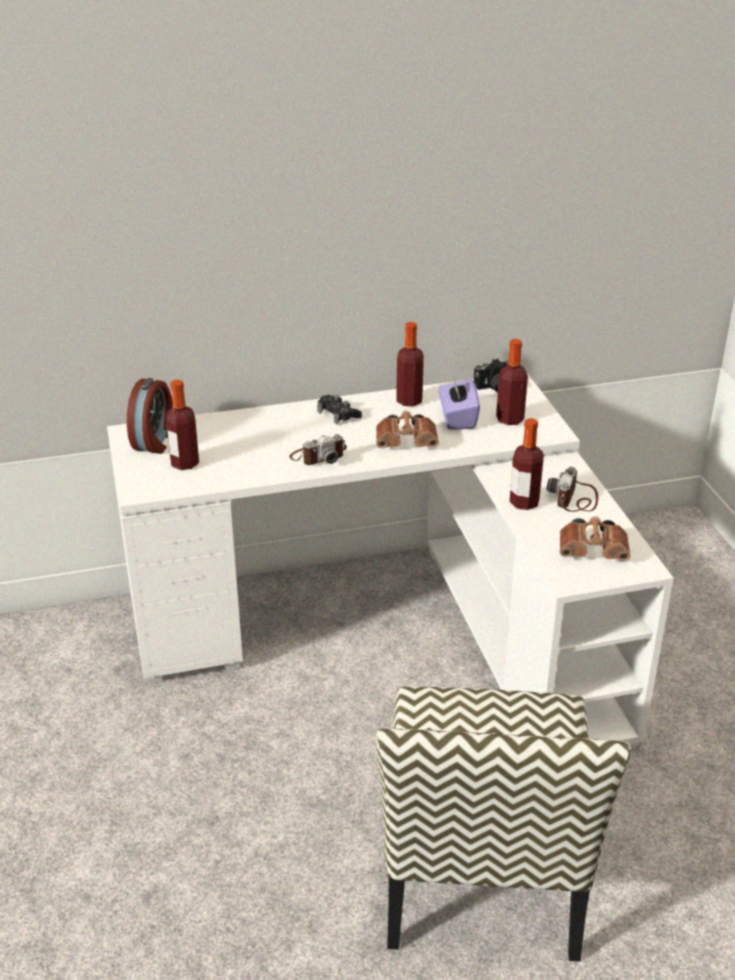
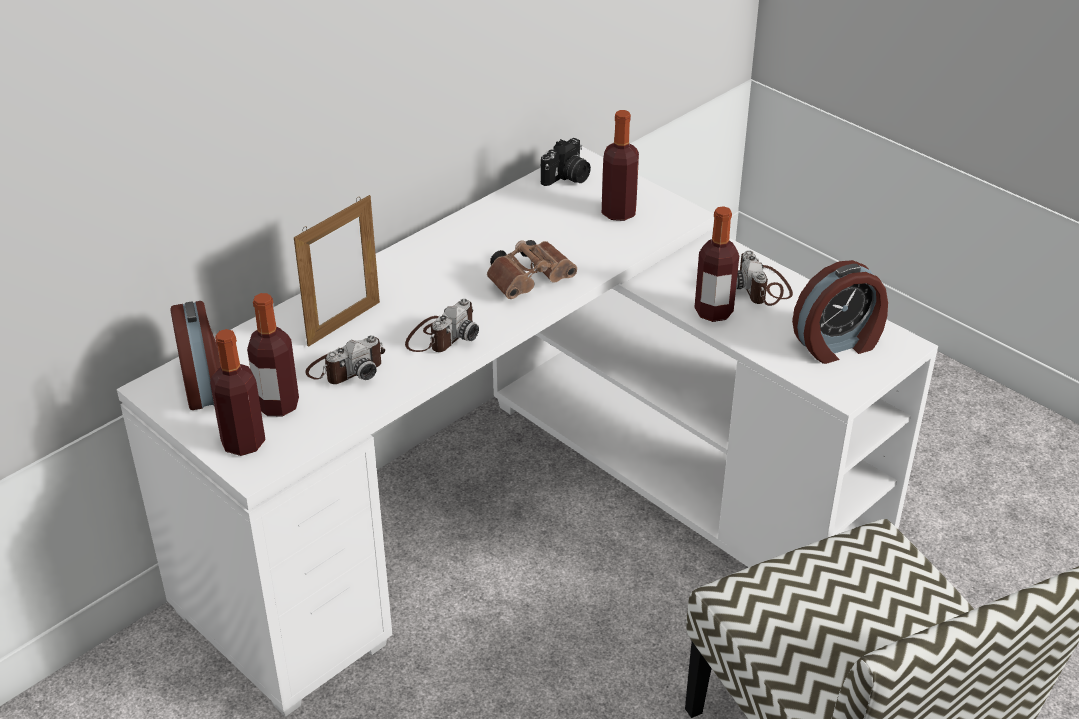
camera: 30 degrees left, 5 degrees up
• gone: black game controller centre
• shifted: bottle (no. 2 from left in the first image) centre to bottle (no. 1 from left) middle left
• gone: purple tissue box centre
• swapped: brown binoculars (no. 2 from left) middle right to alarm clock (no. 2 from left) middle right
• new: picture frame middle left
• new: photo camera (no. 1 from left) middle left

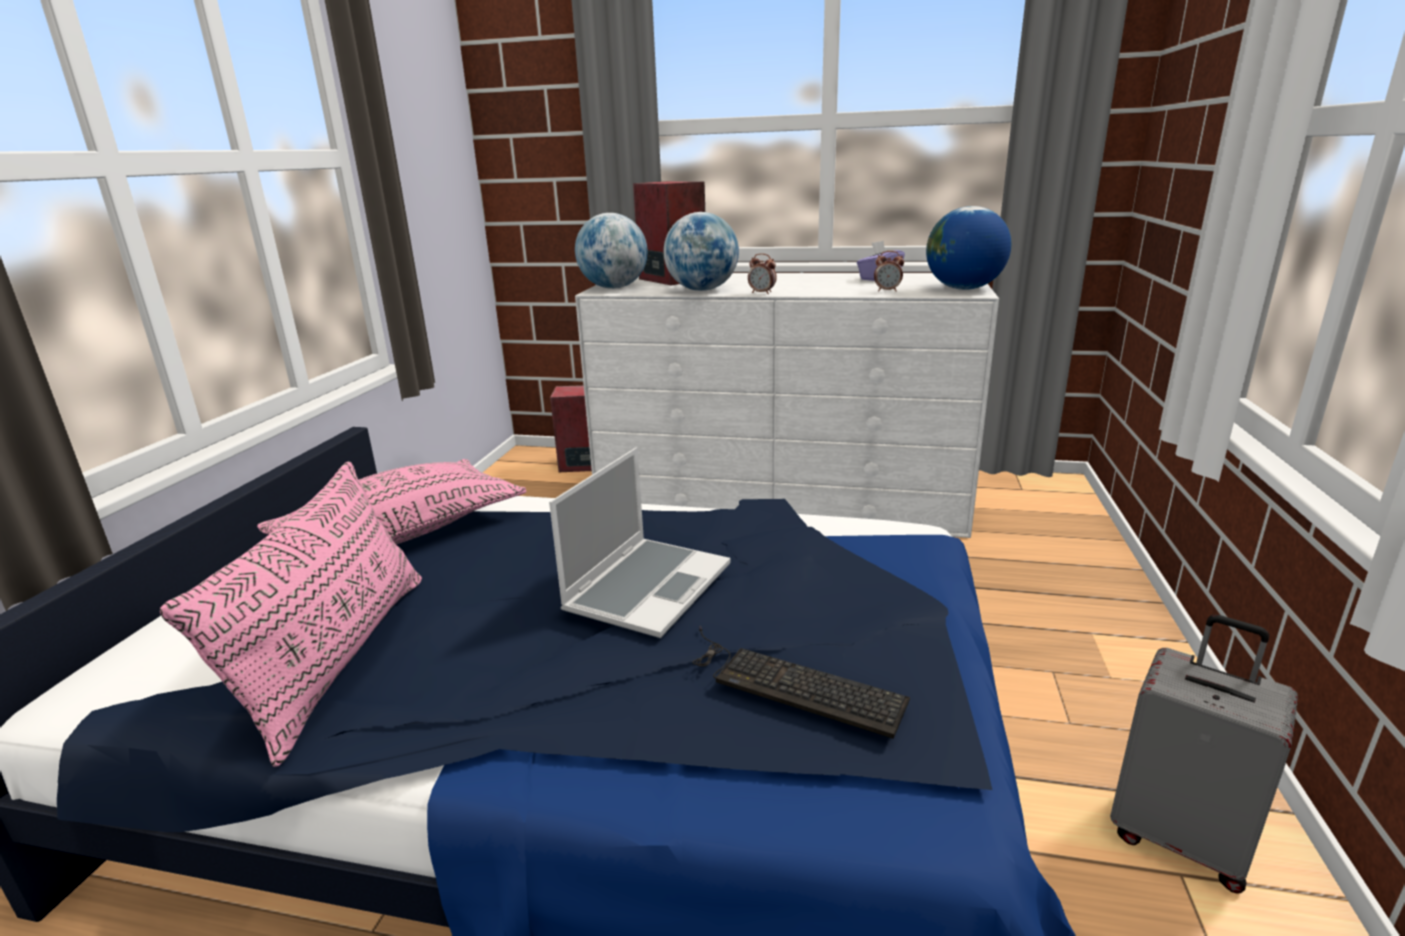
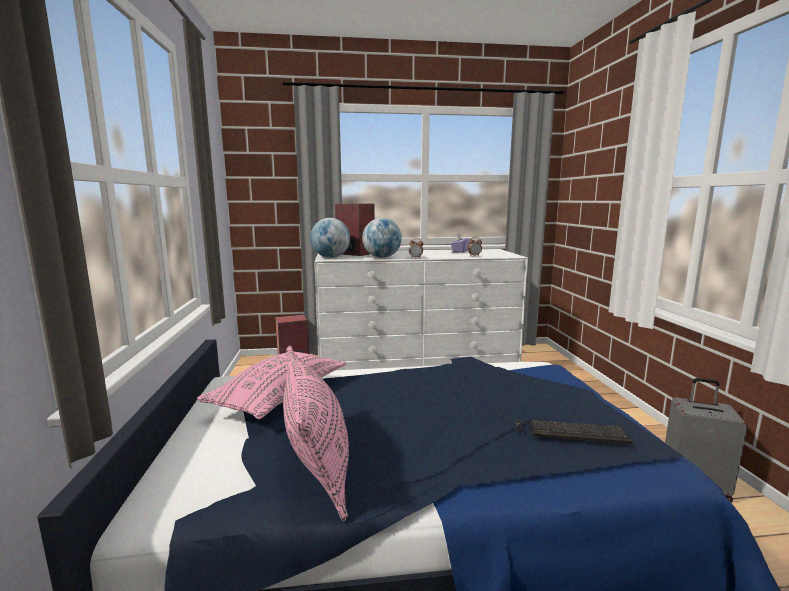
camera: 20 degrees left, 10 degrees down
• gone: laptop centre
• gone: globe (no. 3 from left) top right

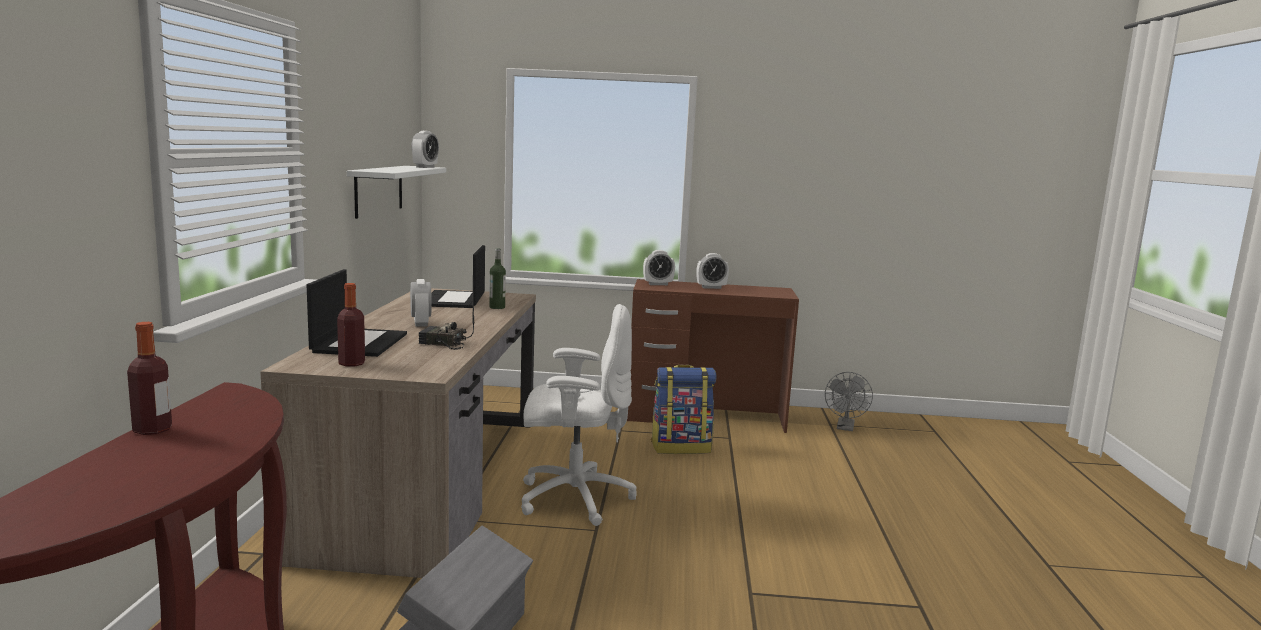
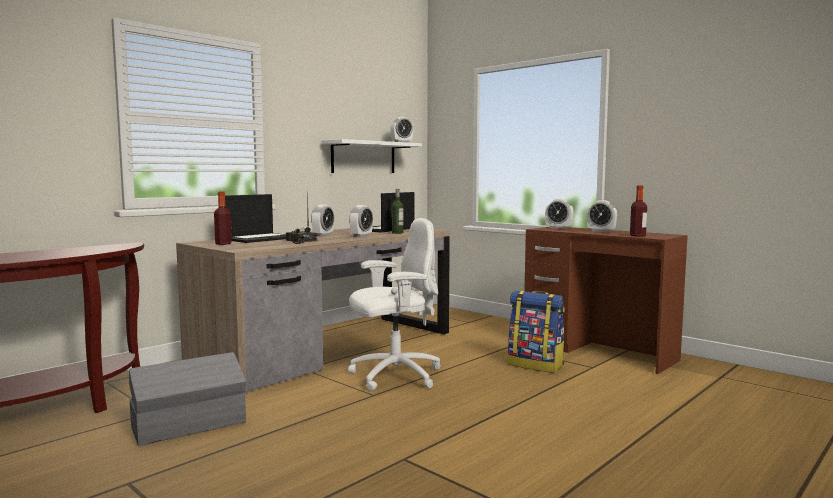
camera: 40 degrees right, 5 degrees down
• shifted: bottle (no. 1 from left in the first image) middle left to bottle (no. 3 from left) middle right
• rotated: white office chair centre = centre 60 degrees counterclockwise
• gone: grey fan middle right
• new: alarm clock (no. 2 from left) centre

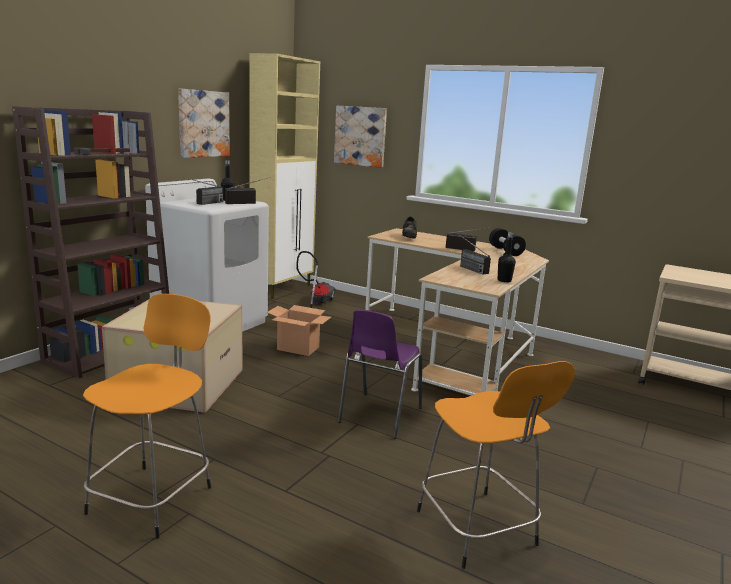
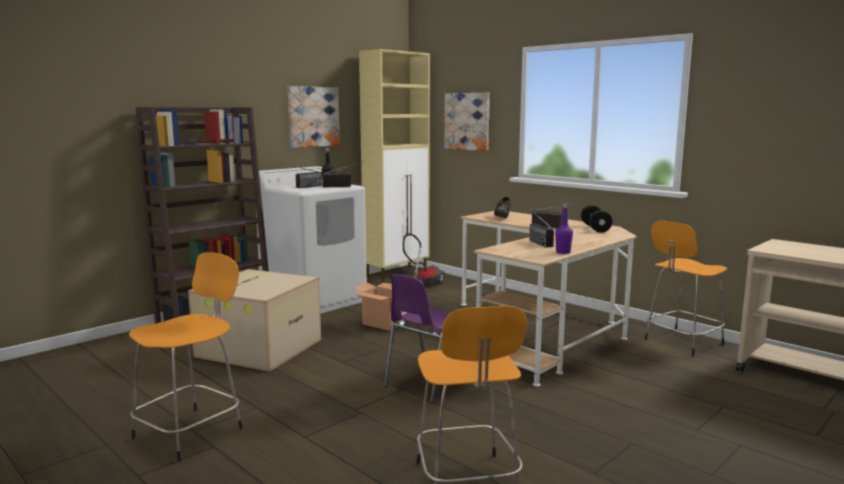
camera: 15 degrees right, 5 degrees down
• repainted: black bottle (no. 2 from left) middle right to purple bottle middle right
• new: orange stool (no. 3 from left) middle right

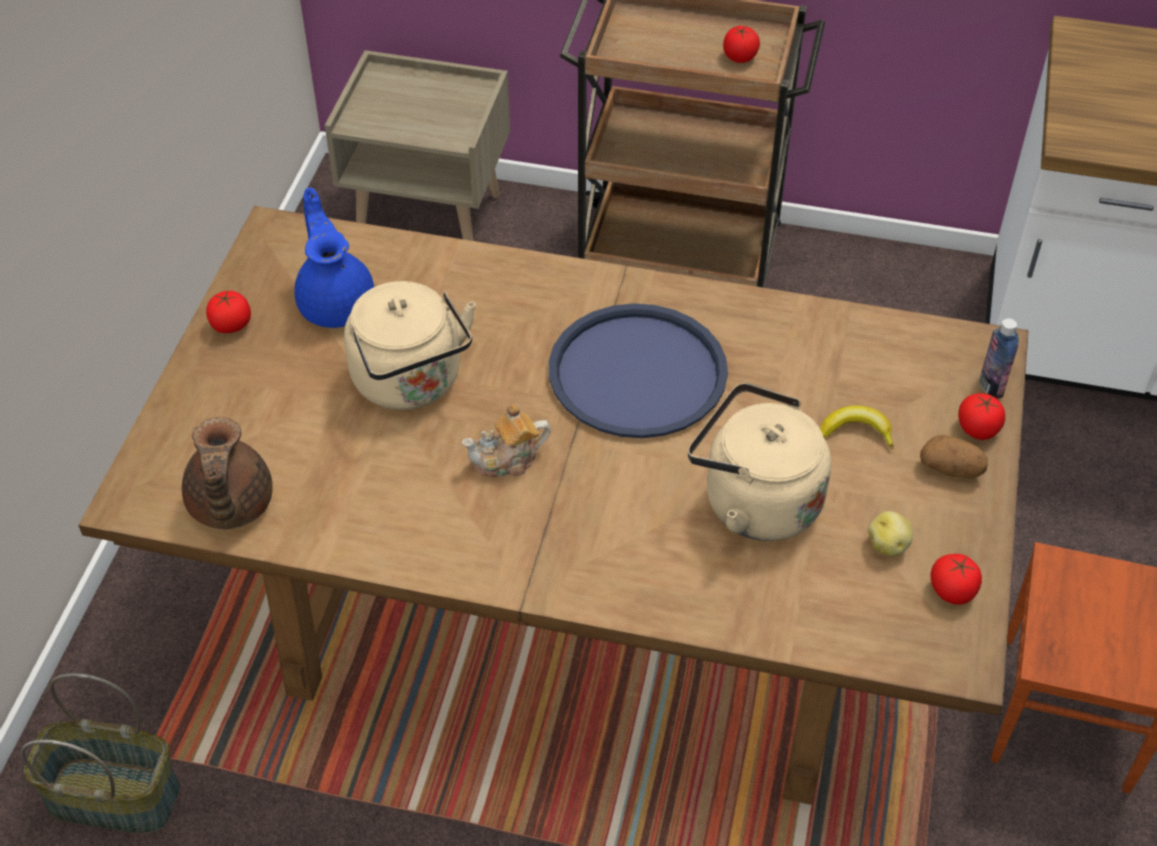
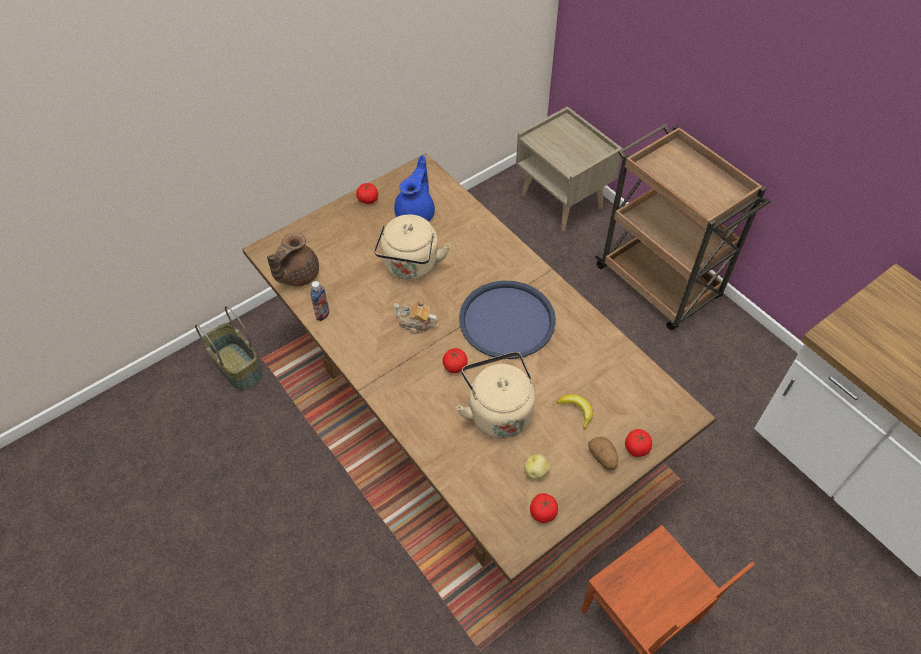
camera: 40 degrees right, 5 degrees up
• shifted: tomato (no. 2 from left) top centre to centre
• shifted: bottle middle right to centre

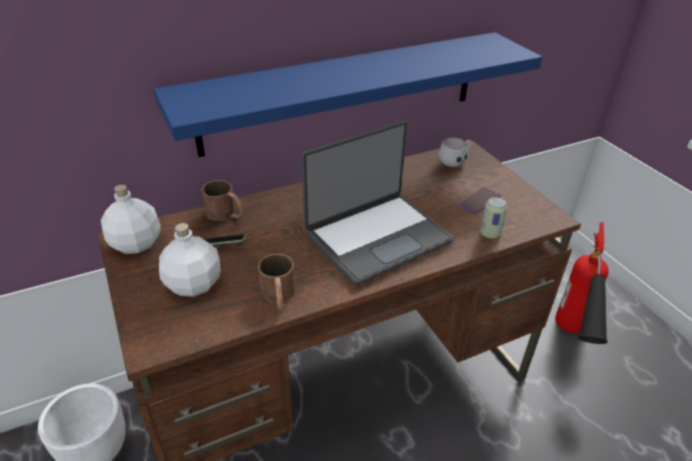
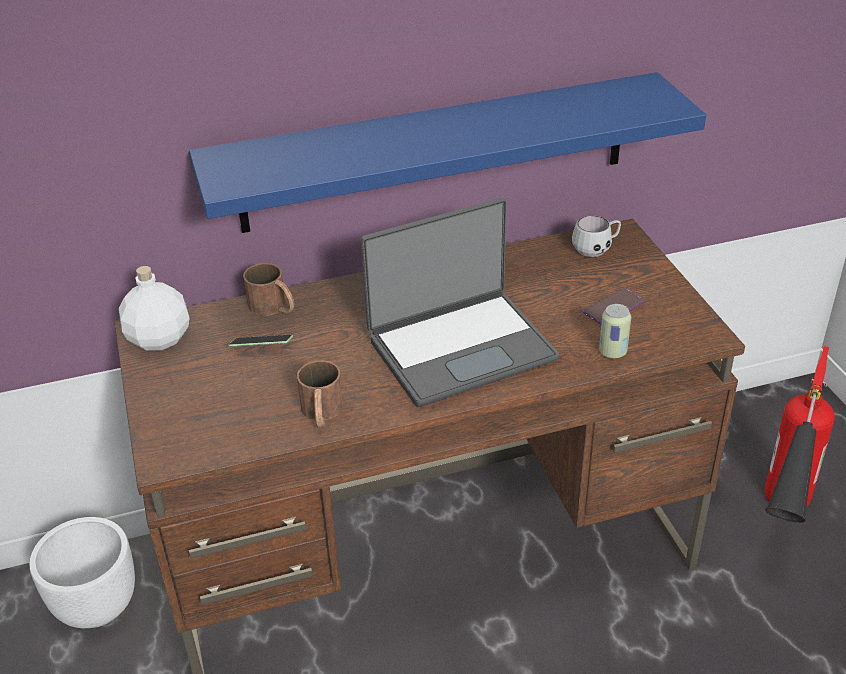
camera: 10 degrees right, 0 degrees up
• gone: white bottle (no. 2 from left) middle left

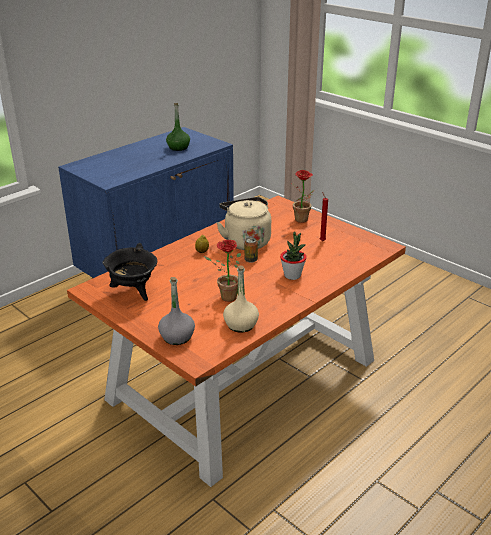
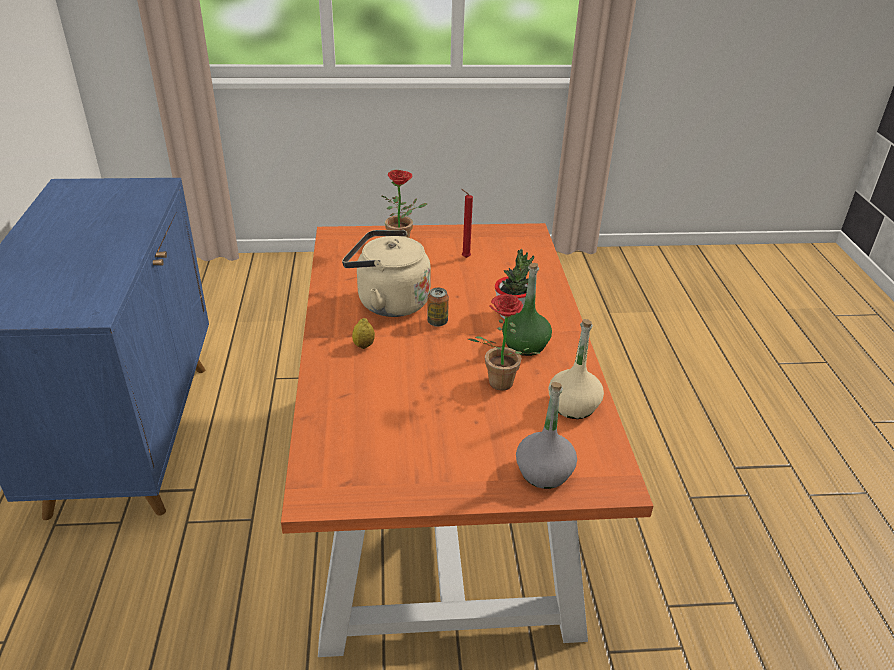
camera: 50 degrees left, 5 degrees up
• gone: black cooking pot middle left
• shifted: green bottle top centre to centre

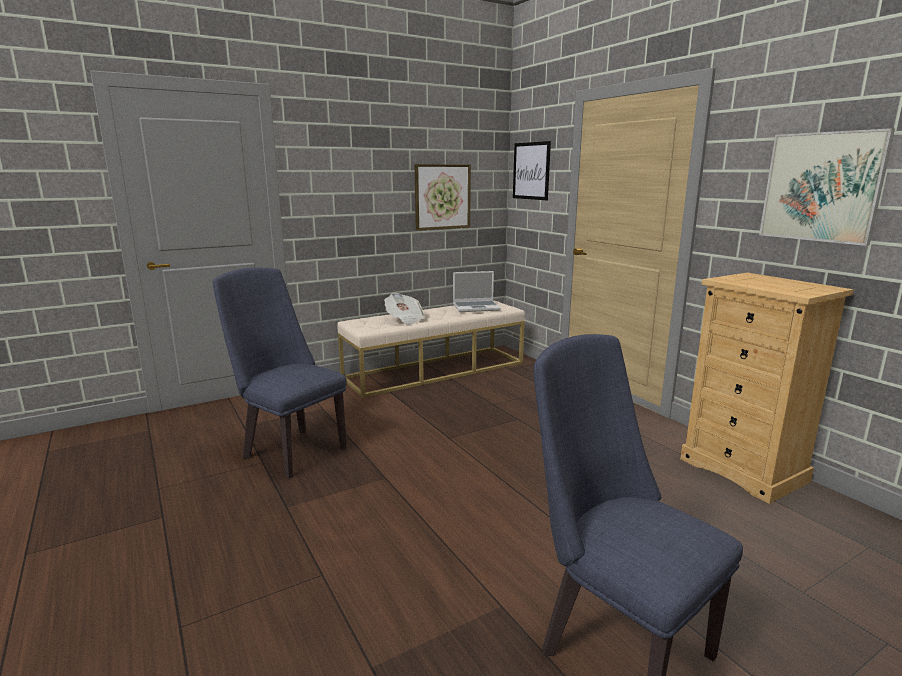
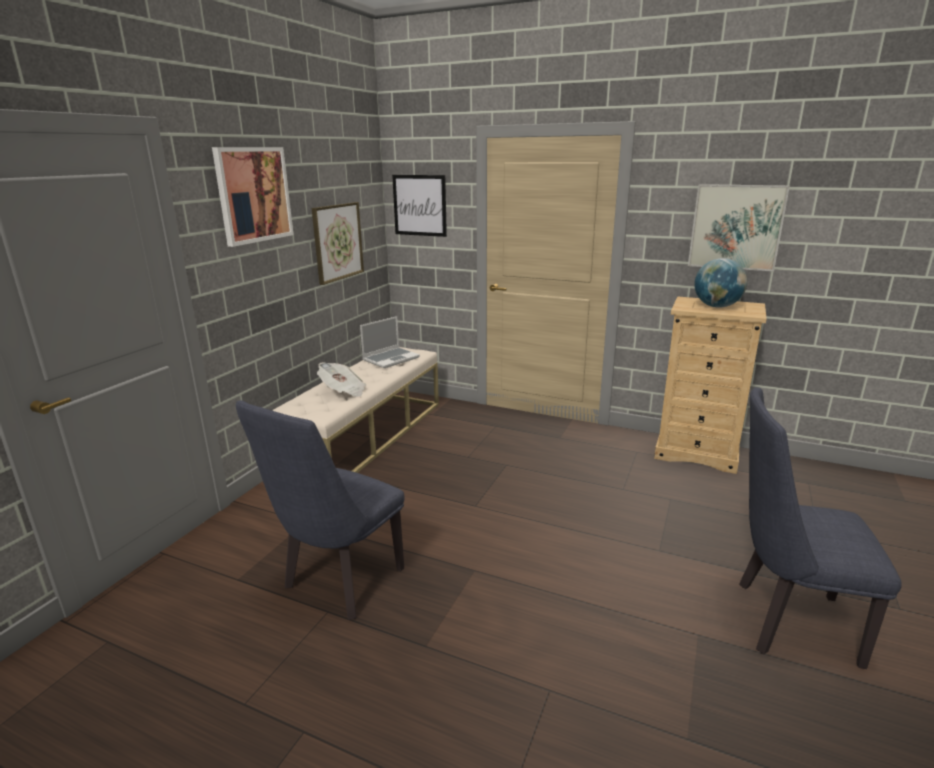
camera: 35 degrees left, 5 degrees up
• rotated: blue chair (no. 1 from left) middle left = centre 60 degrees counterclockwise
• new: picture (no. 1 from left) top left
• new: globe middle right

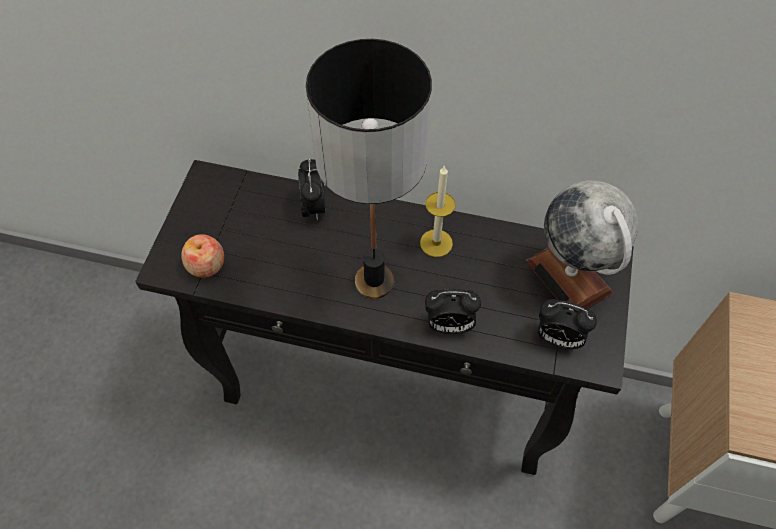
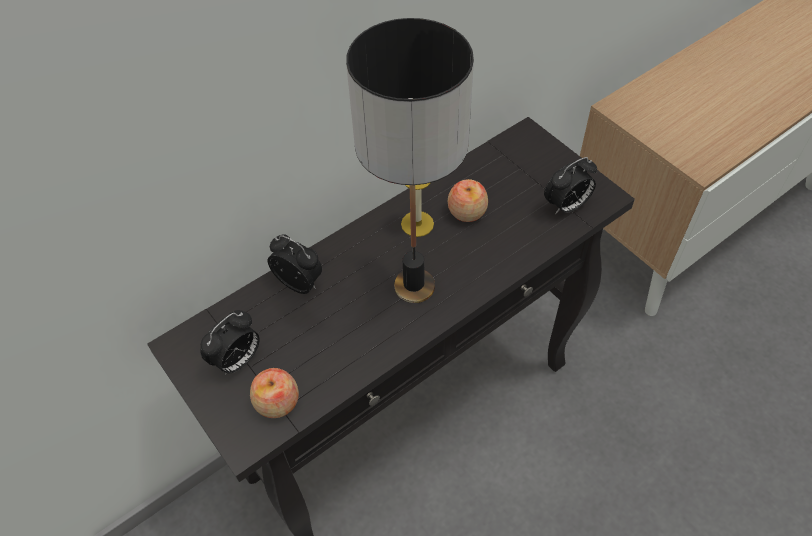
camera: 50 degrees left, 5 degrees down
• shifted: alarm clock (no. 2 from left in the first image) centre to alarm clock (no. 1 from left) middle left
• gone: globe middle right
• new: apple (no. 2 from left) centre

